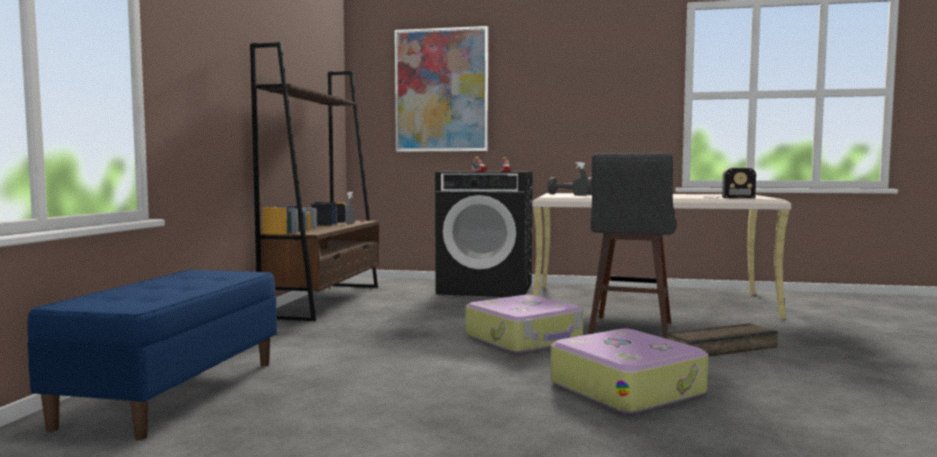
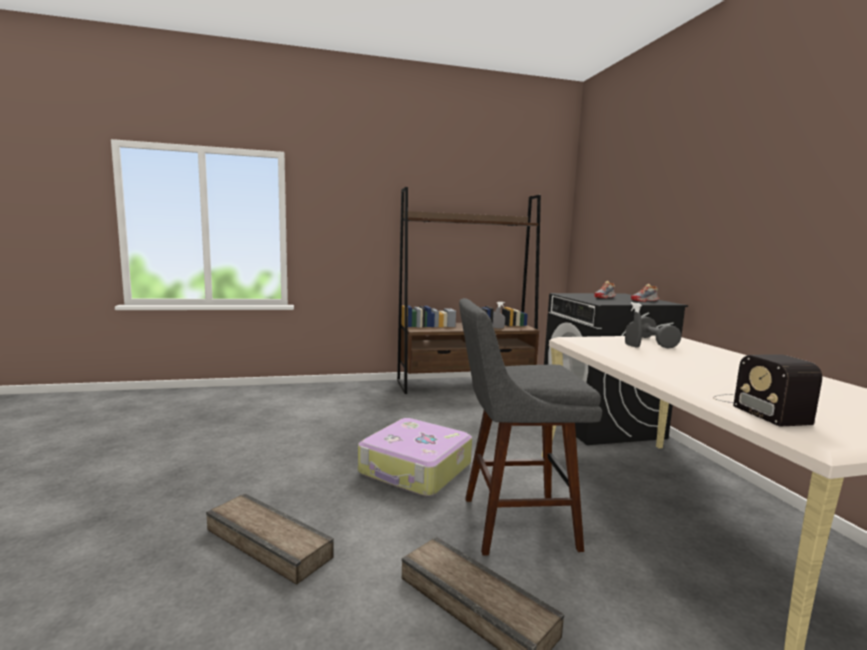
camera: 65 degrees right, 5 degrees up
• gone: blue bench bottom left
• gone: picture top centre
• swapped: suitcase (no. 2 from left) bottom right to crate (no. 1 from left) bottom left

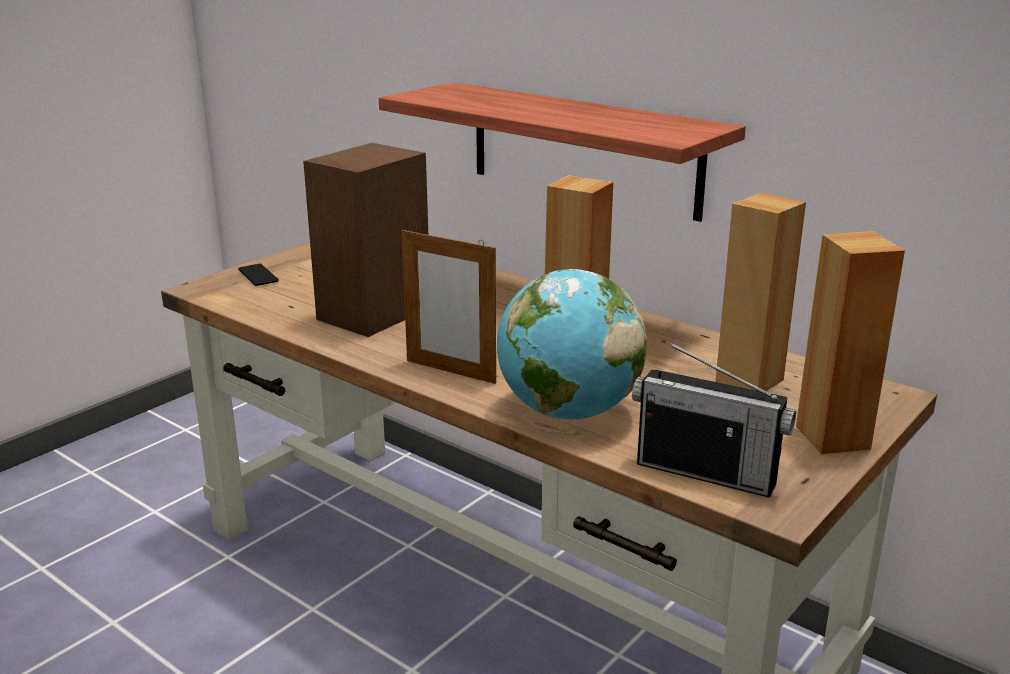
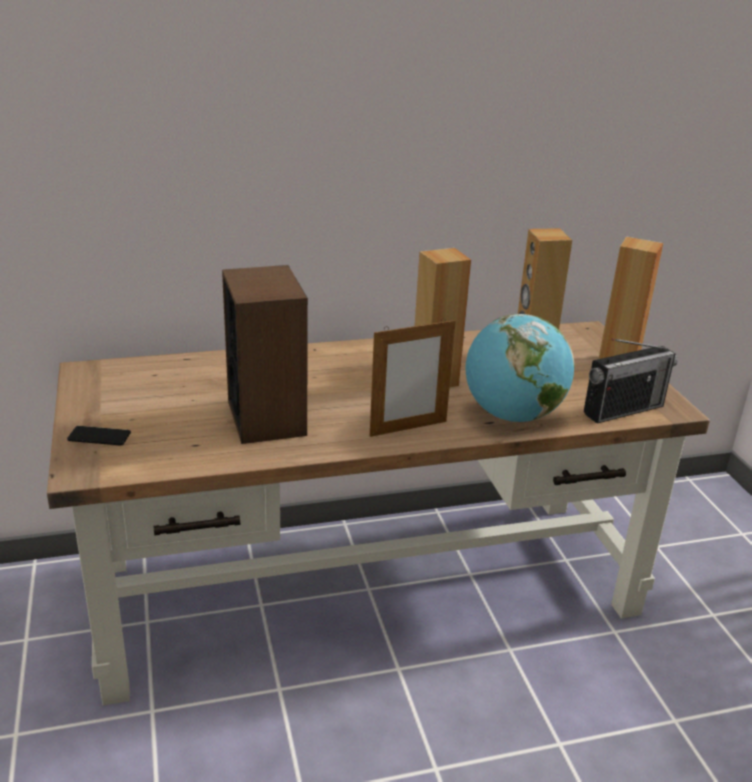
camera: 55 degrees left, 5 degrees up
• gone: shelf top centre

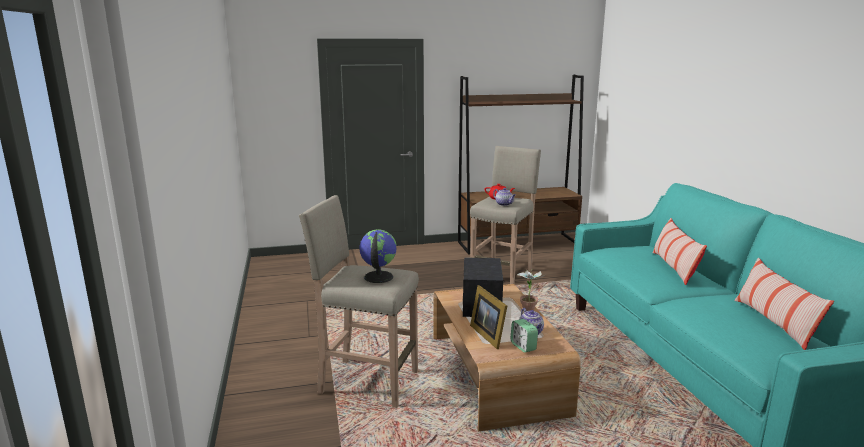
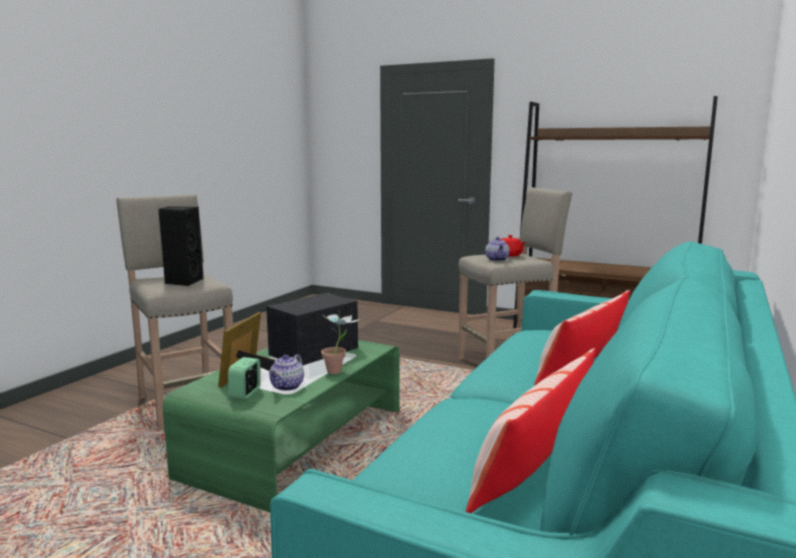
camera: 40 degrees right, 5 degrees down
• swapped: globe centre to black speaker middle left
• repainted: brown coffee table bottom centre to green coffee table bottom centre

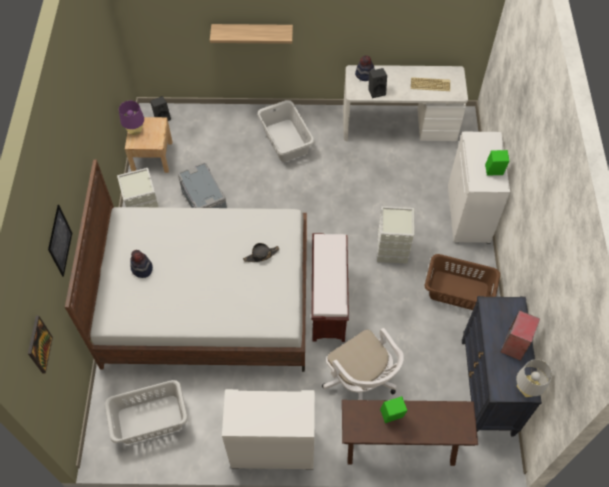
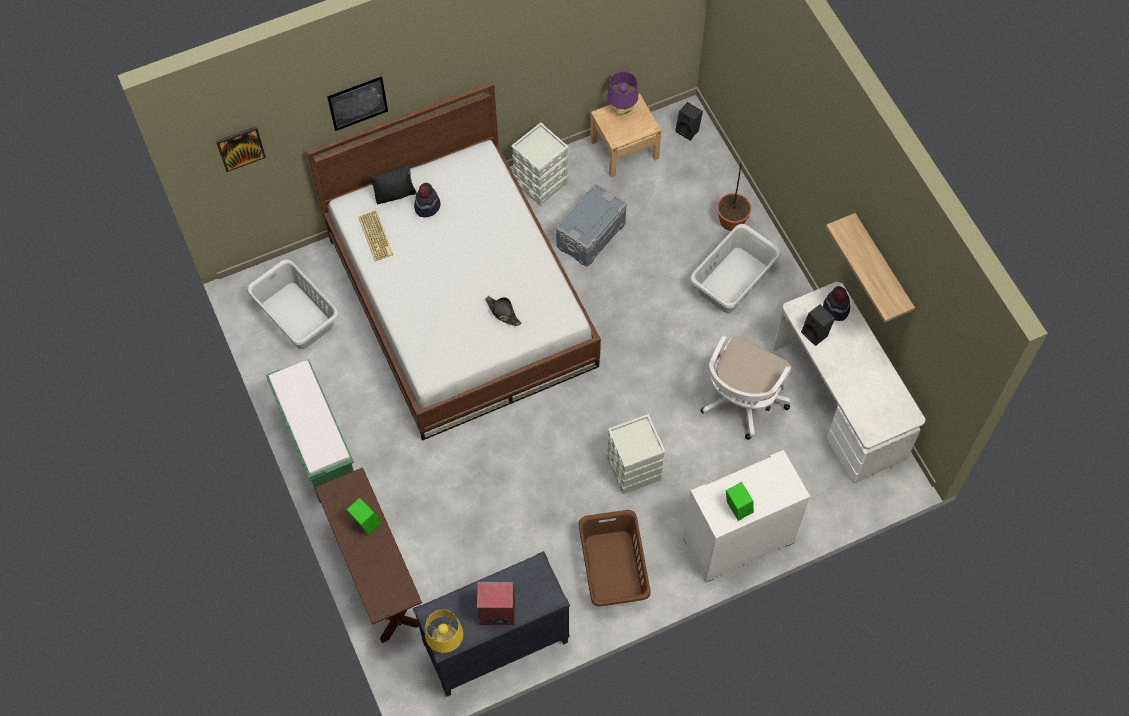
camera: 65 degrees right, 5 degrees up
• shifted: shelf top centre to middle right
• swapped: white cabinet (no. 1 from left) bottom centre to green bench middle left
• gone: brown bench centre
• shifted: white office chair bottom centre to centre
• shifted: keyboard top right to top left
• repainted: grey table lamp bottom right to yellow table lamp bottom centre
• new: black pillow top centre
• new: potted plant top centre

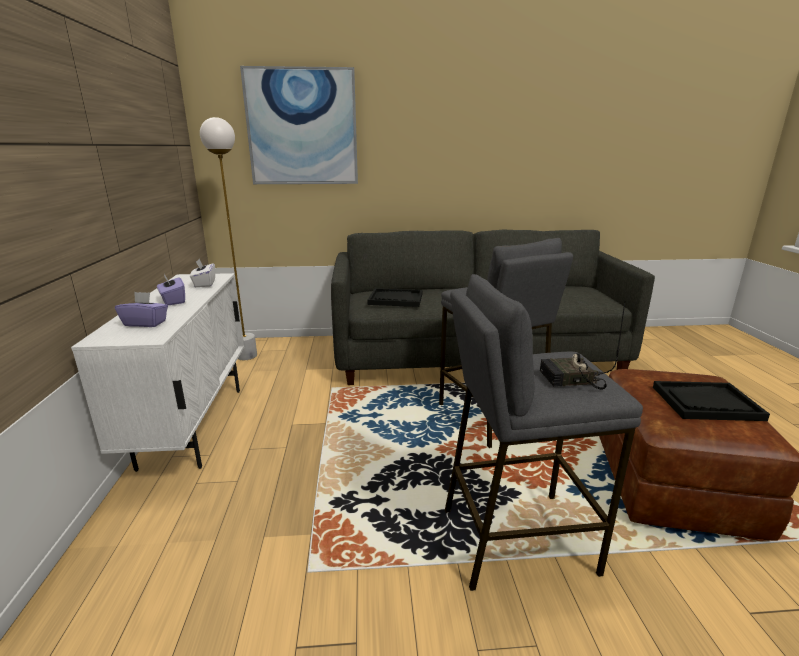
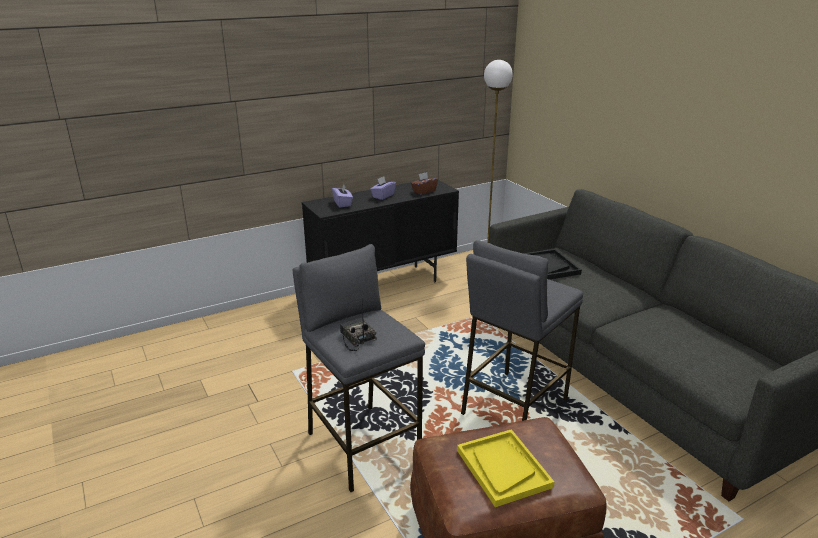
camera: 65 degrees right, 5 degrees up
• repainted: white cabinet middle left to black cabinet centre
• repainted: white tissue box middle left to brown tissue box centre
• gone: picture top centre
• repainted: black tray (no. 2 from left) middle right to yellow tray bottom centre

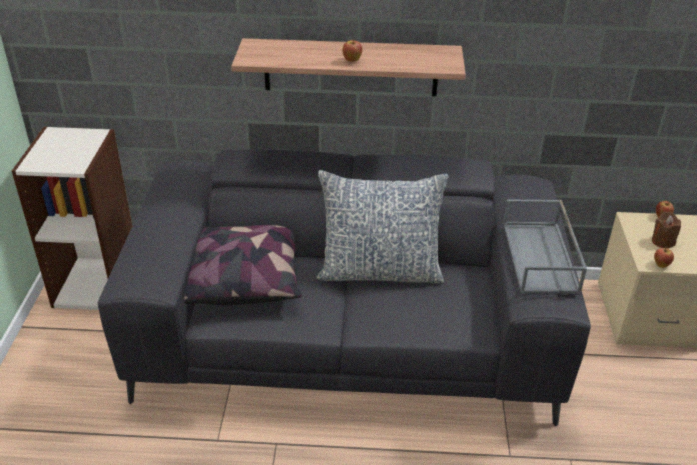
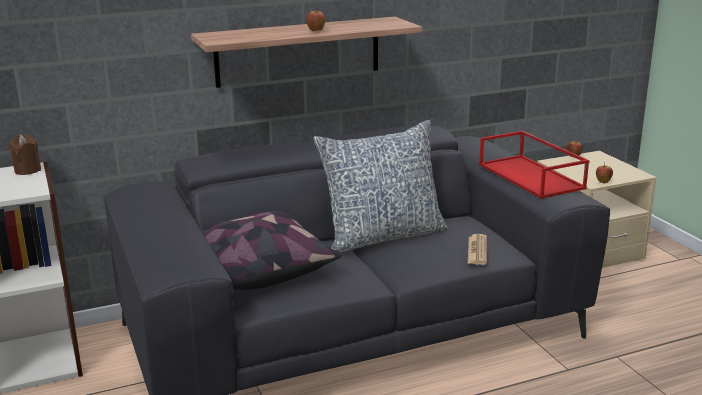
camera: 25 degrees left, 15 degrees down
• repainted: grey tray middle right to red tray middle right
• shifted: brown candle middle right to middle left
• new: newspaper middle right

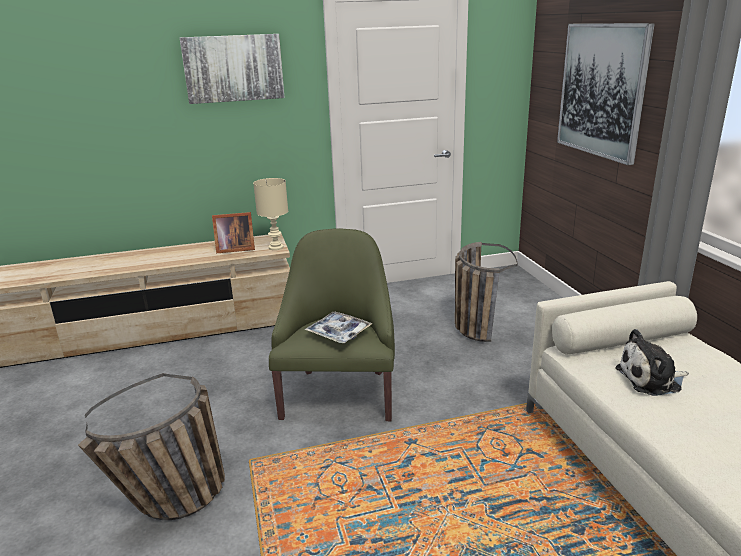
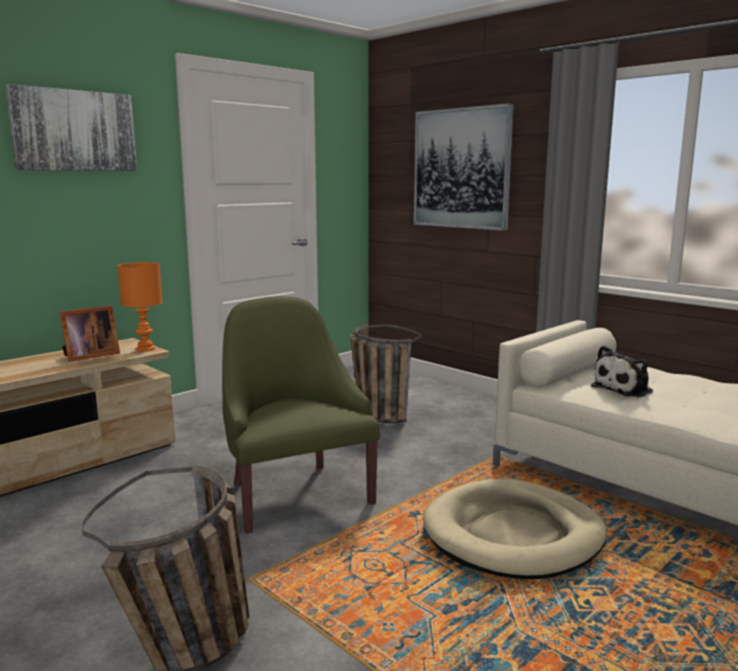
camera: 30 degrees left, 10 degrees down
• repainted: beige table lamp centre to orange table lamp middle left
• gone: tray centre
• new: beige dog bed bottom right

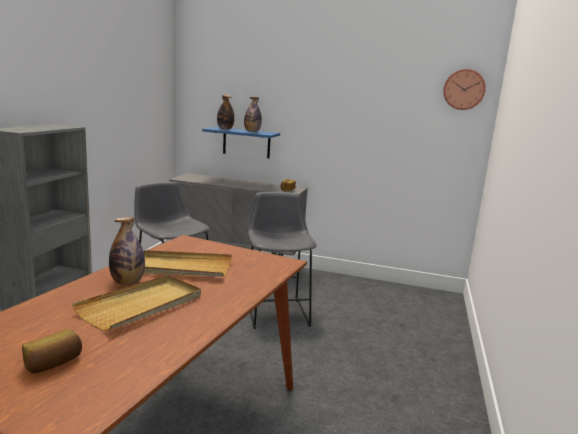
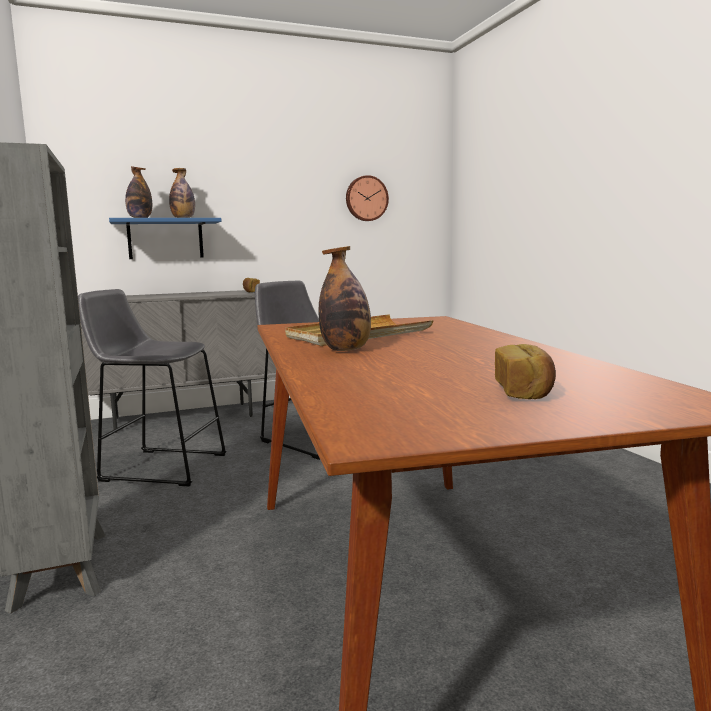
camera: 35 degrees left, 5 degrees down
• gone: beige tray (no. 1 from left) bottom left
• shifted: wall clock top right to top centre

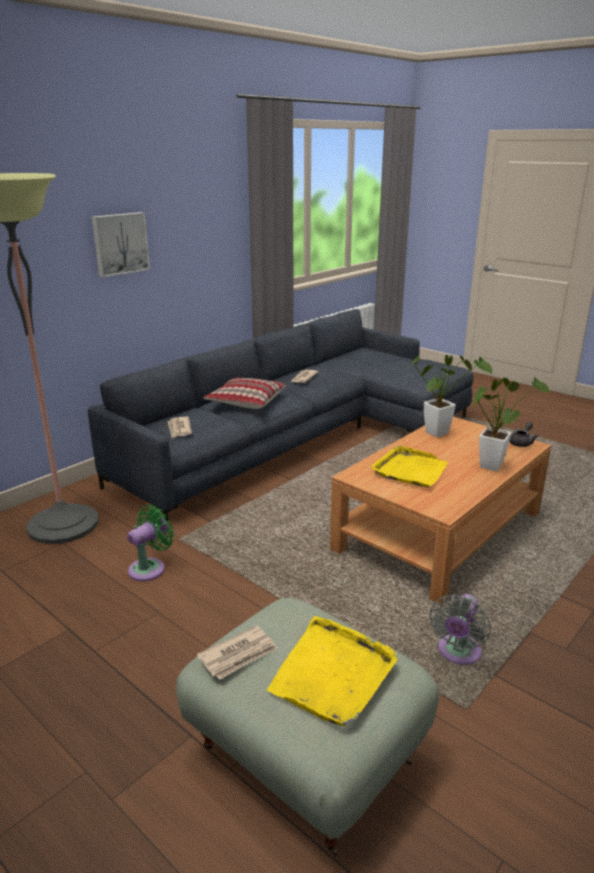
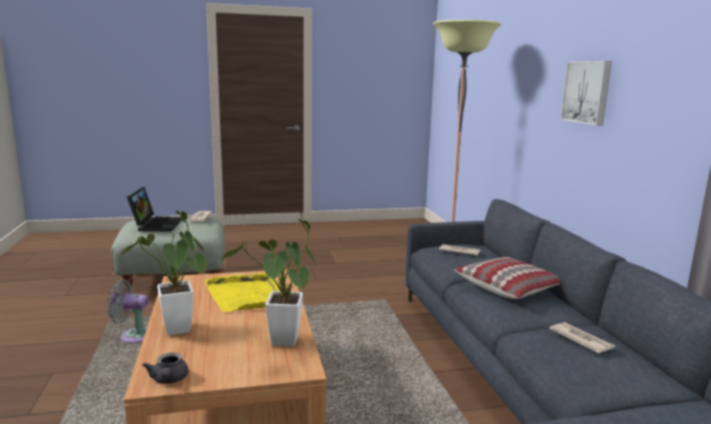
camera: 125 degrees right, 10 degrees down
• gone: green fan middle left
• swapped: yellow tray (no. 1 from left) bottom centre to laptop middle left
• rotated: grey fan bottom right = bottom left 60 degrees counterclockwise

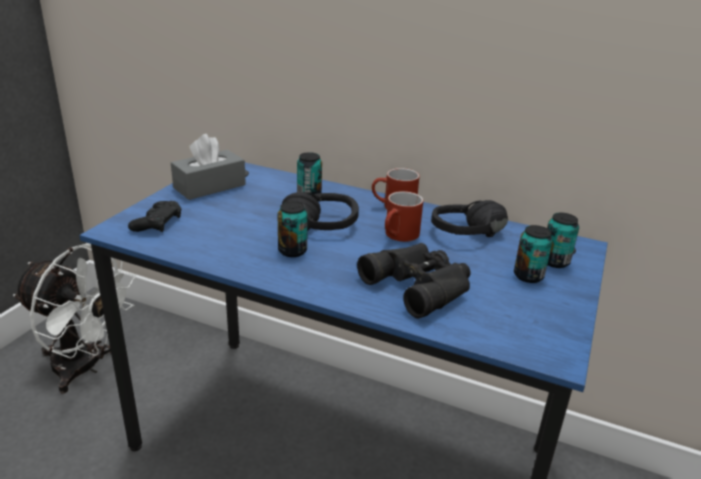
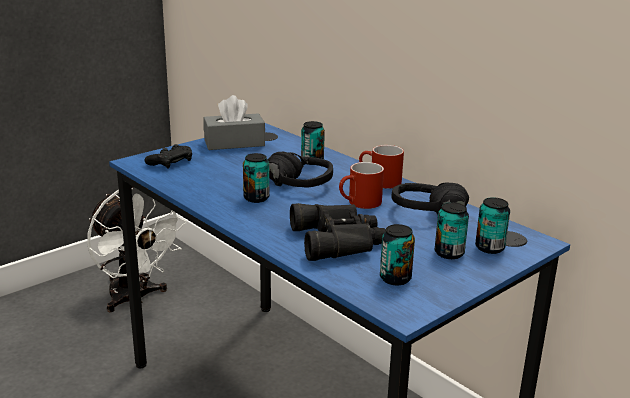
camera: 25 degrees right, 5 degrees down
• new: can (no. 3 from left) centre

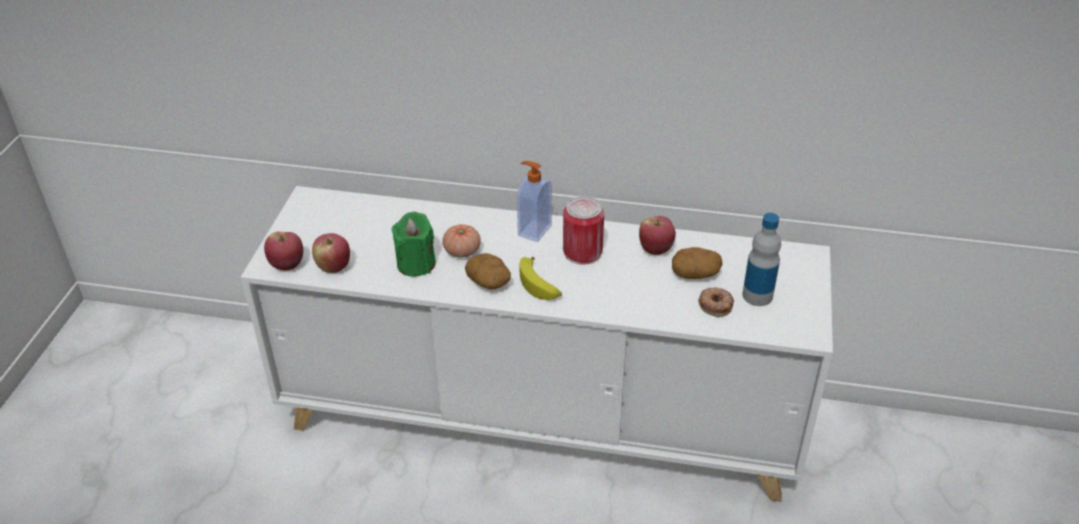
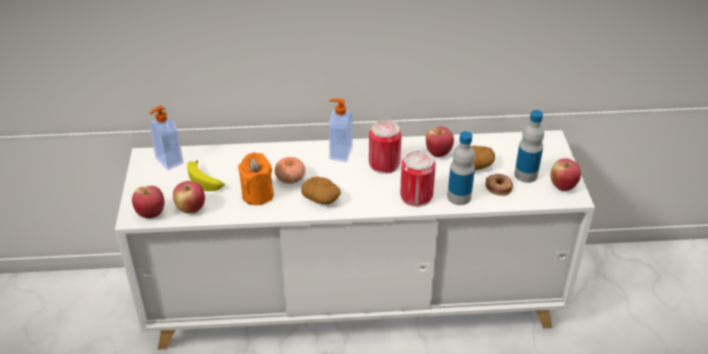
camera: 15 degrees left, 0 degrees up
• repainted: green candle centre to orange candle centre
• shifted: banana centre to middle left
• new: soap dispenser (no. 1 from left) middle left
• new: can (no. 2 from left) centre
• new: bottle (no. 1 from left) centre
• new: apple (no. 4 from left) middle right

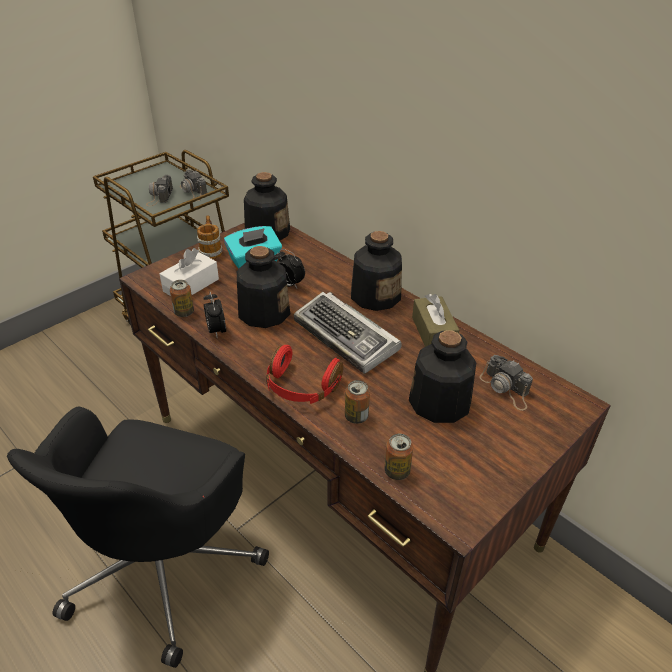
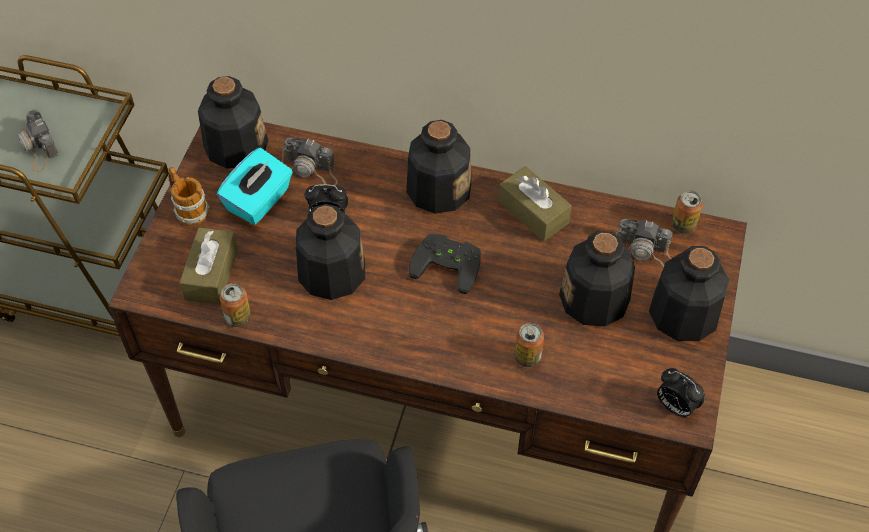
camera: 30 degrees left, 15 degrees up
• repainted: white tissue box middle left to brown tissue box (no. 1 from left) middle left
• shifted: photo camera (no. 2 from left) top left to top centre
• shifted: alarm clock (no. 1 from left in the first image) middle left to alarm clock (no. 2 from left) bottom right
• gone: red headphones centre
• swapped: keyboard centre to black game controller centre
• shifted: can (no. 3 from left) bottom centre to middle right
• new: bottle (no. 5 from left) middle right

